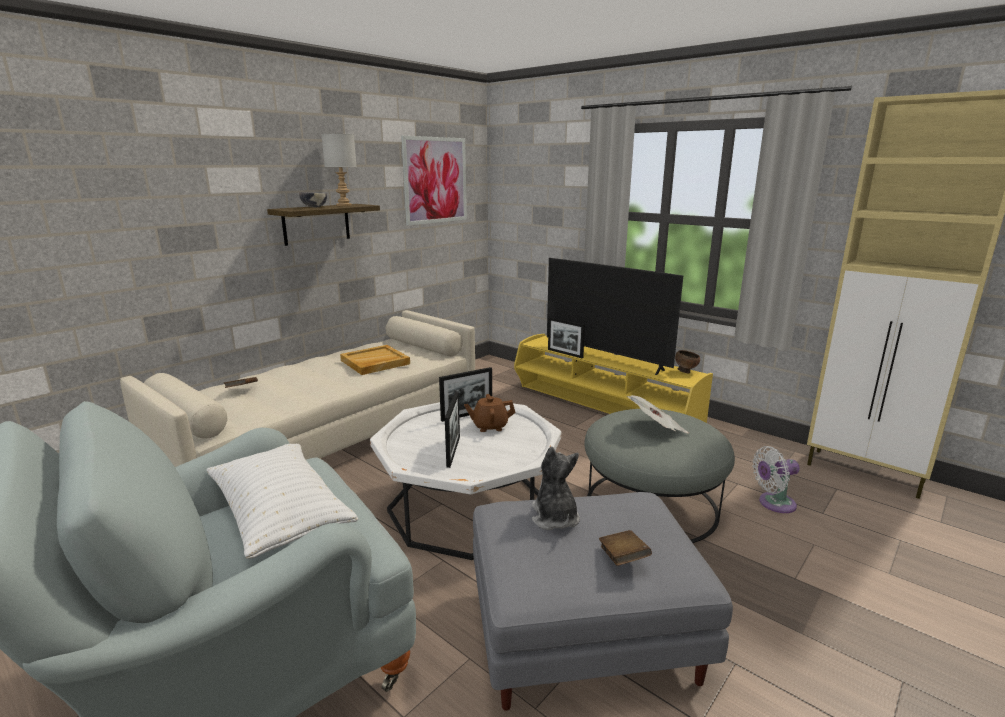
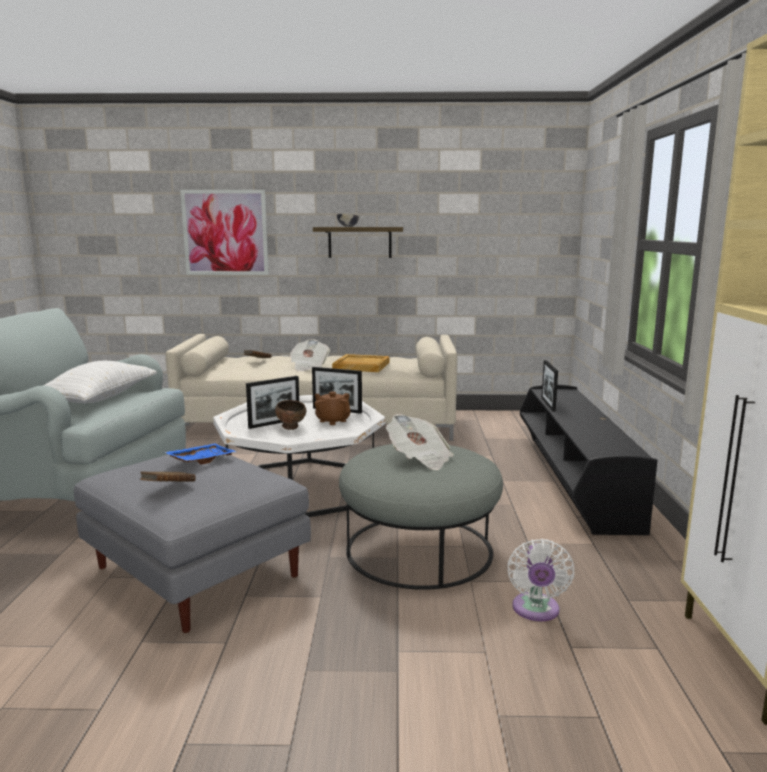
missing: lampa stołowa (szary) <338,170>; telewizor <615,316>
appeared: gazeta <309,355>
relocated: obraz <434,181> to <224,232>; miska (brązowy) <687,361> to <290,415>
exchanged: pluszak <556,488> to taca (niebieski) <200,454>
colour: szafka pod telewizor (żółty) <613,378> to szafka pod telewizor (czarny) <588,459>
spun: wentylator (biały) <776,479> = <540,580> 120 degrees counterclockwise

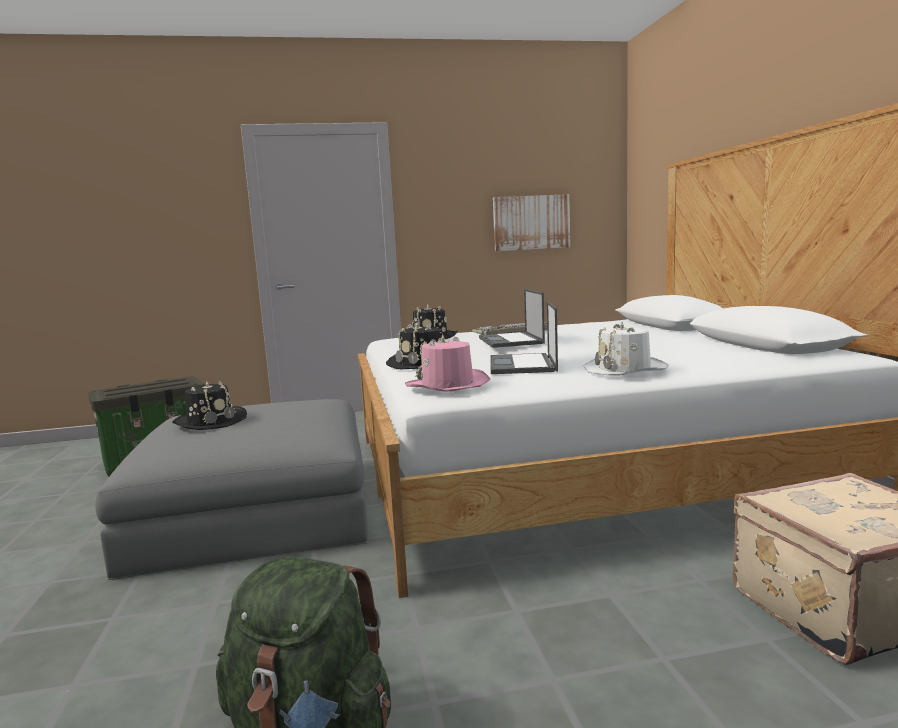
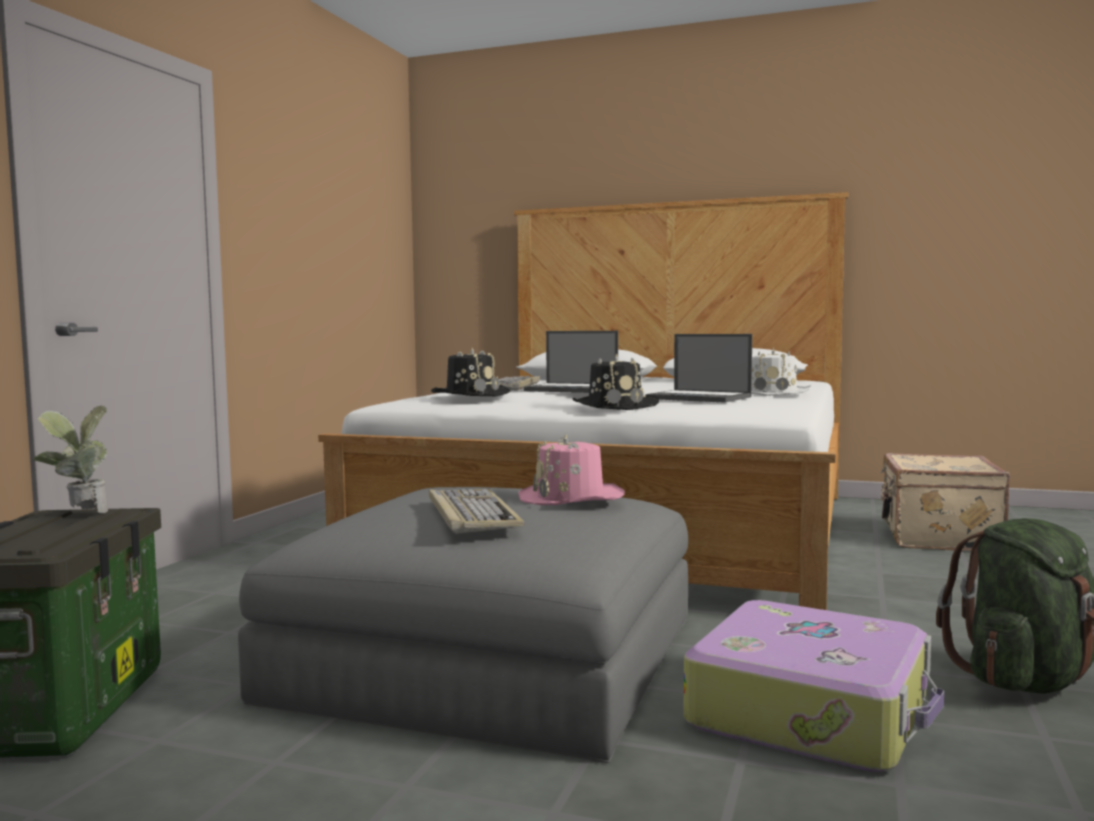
missing: obraz <531,222>
appeared: roślina doniczkowa <70,459>; walizka <814,686>
relocated: kapelusz (różowy) <447,362> to <571,469>
exchanged: kapelusz (czarny) <209,405> to klawiatura <476,511>

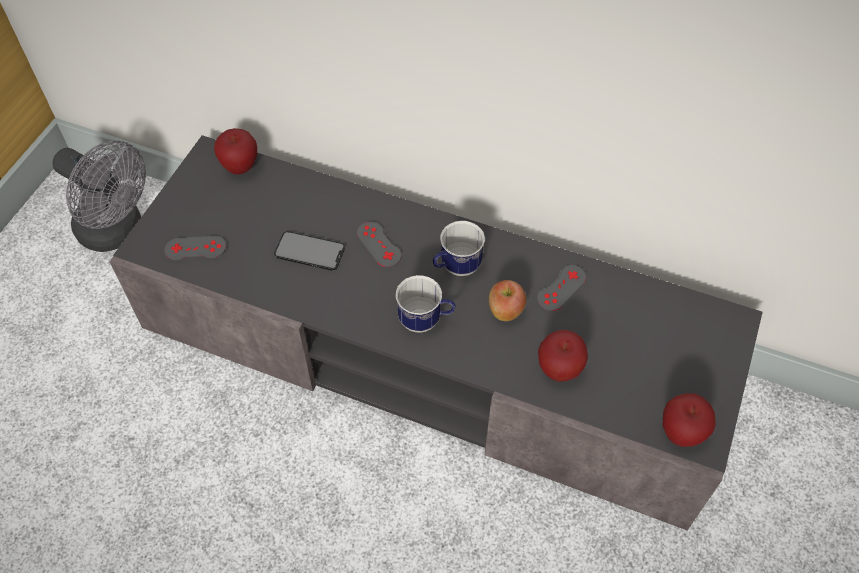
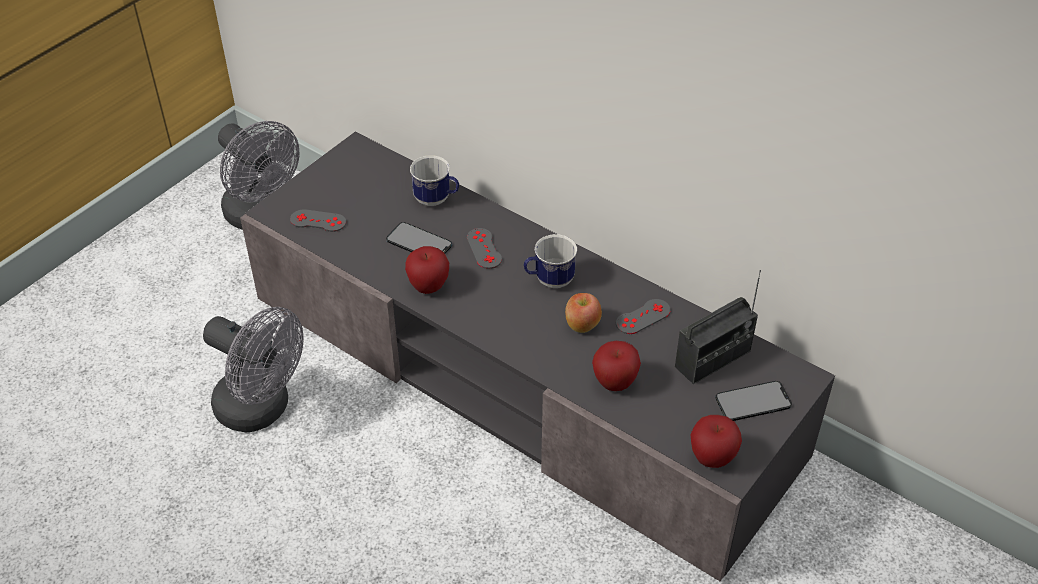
appeared: radio <718,327>; wentylator (szary) <253,370>; telefon <753,401>
relocated: jabłko <235,151> to <427,270>; kubek <425,304> to <434,180>

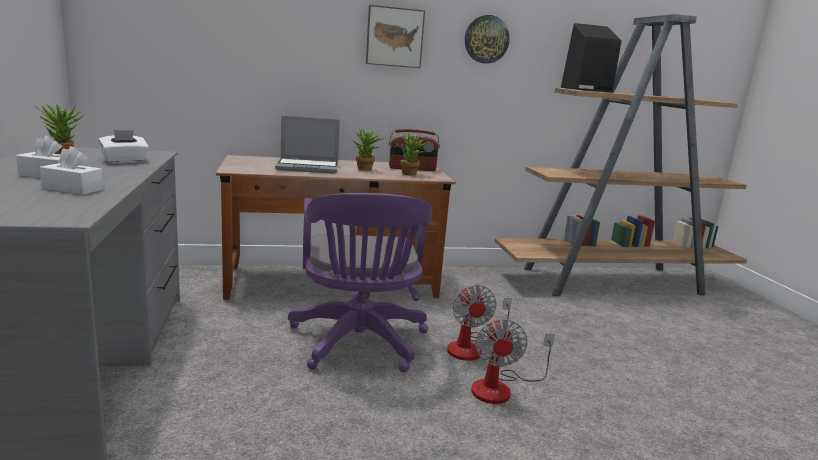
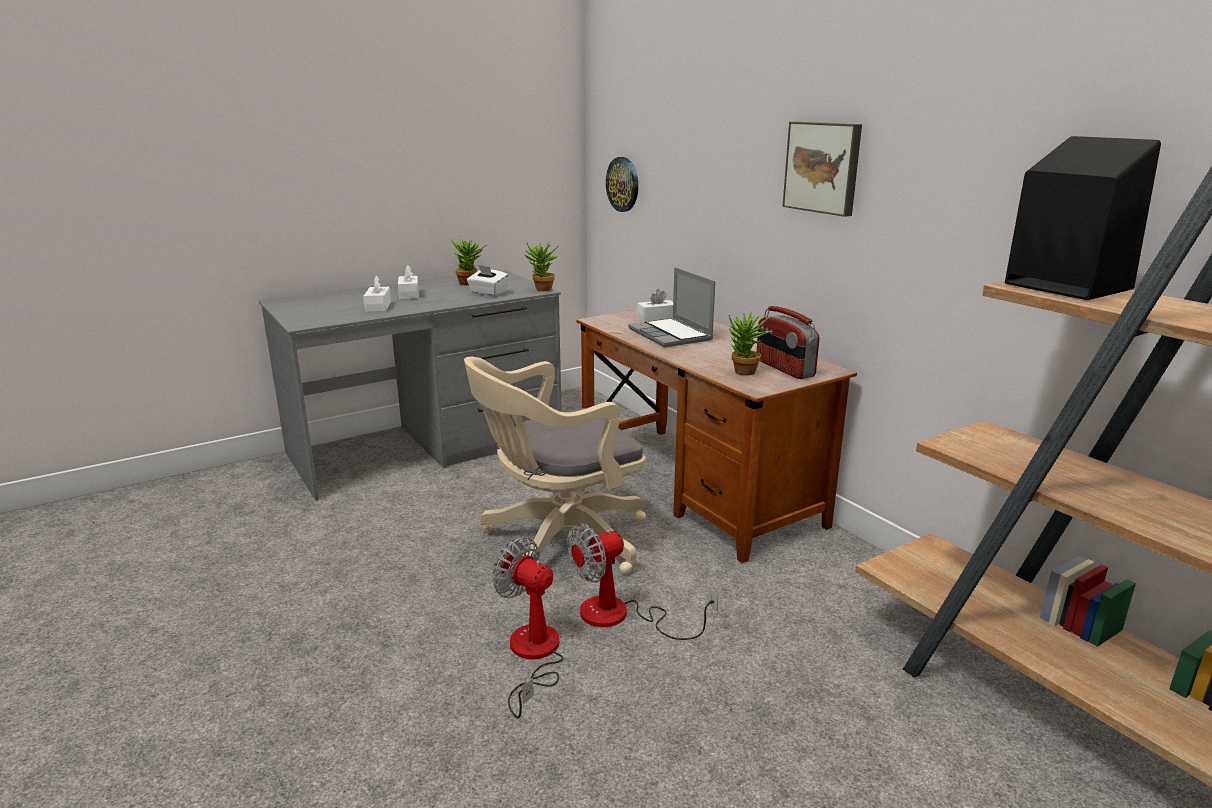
appeared: pudełko chusteczek (biały) <655,305>
relocated: zegar ścienny <487,39> to <622,184>; roślina doniczkowa <368,149> to <541,266>
colour: krzesło biurowe (fioletowy) <360,283> to krzesło biurowe (beżowy) <555,466>
spun: wentylator <513,361> = <528,627> 60 degrees clockwise

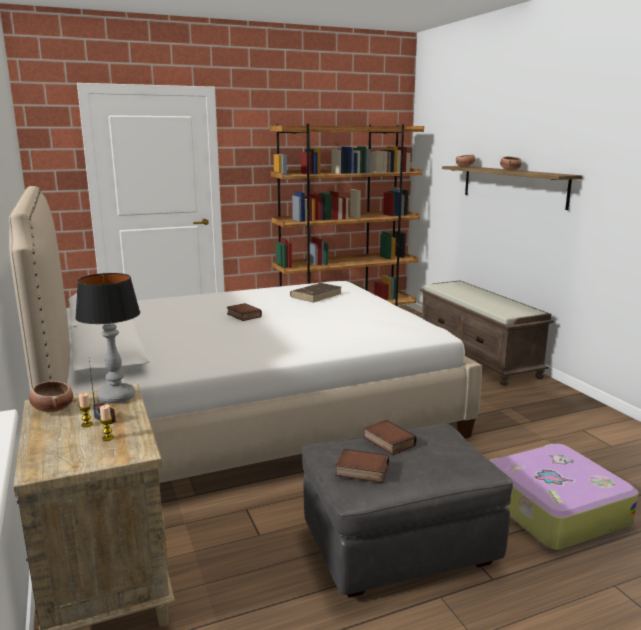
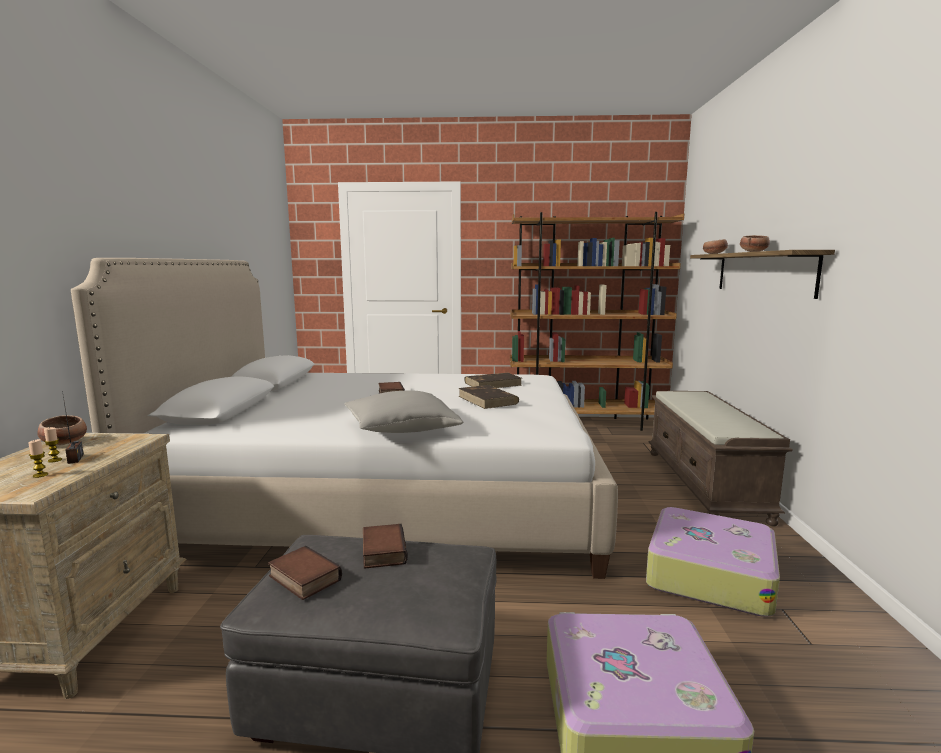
missing: lampa stołowa <107,338>
appeared: książka (brązowy) <489,397>; poduszka (szary) <403,411>; walizka <713,562>

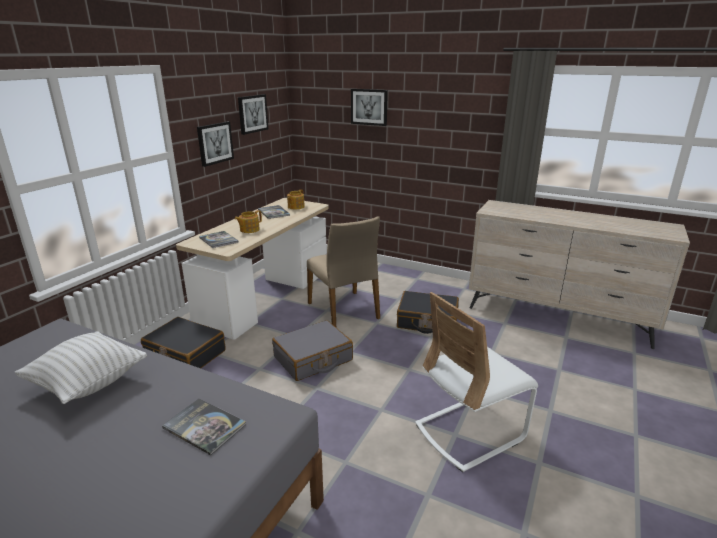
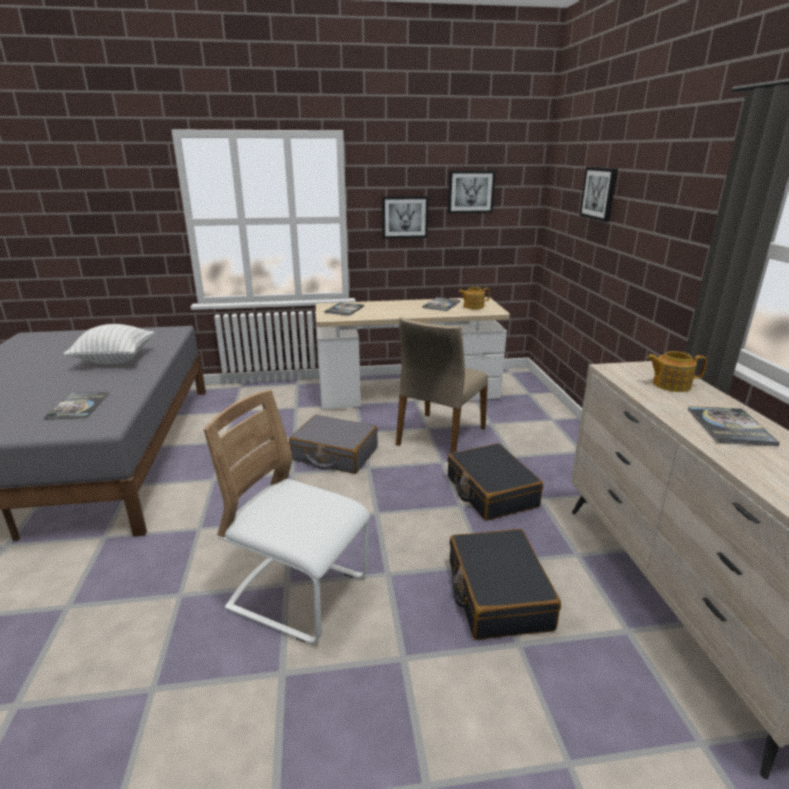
appeared: książka <734,426>
relocated: imbryk <248,221> to <677,371>; walizka (czarny) <183,342> to <505,584>

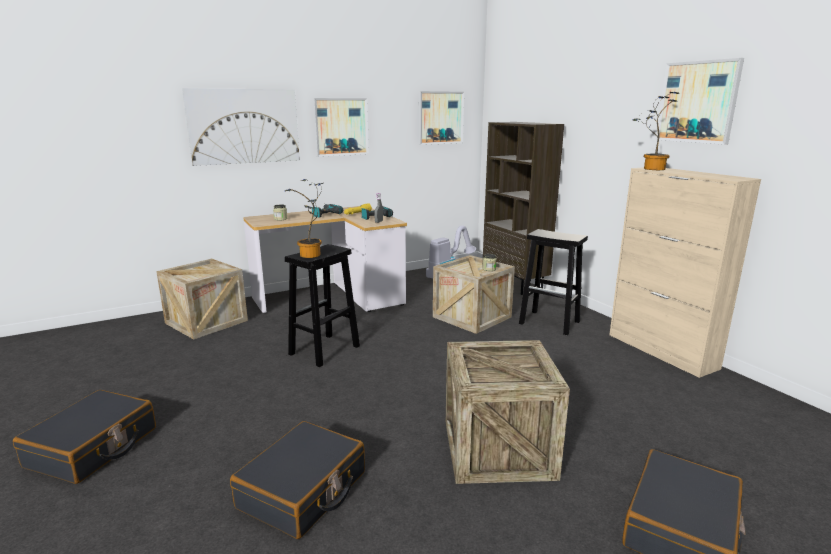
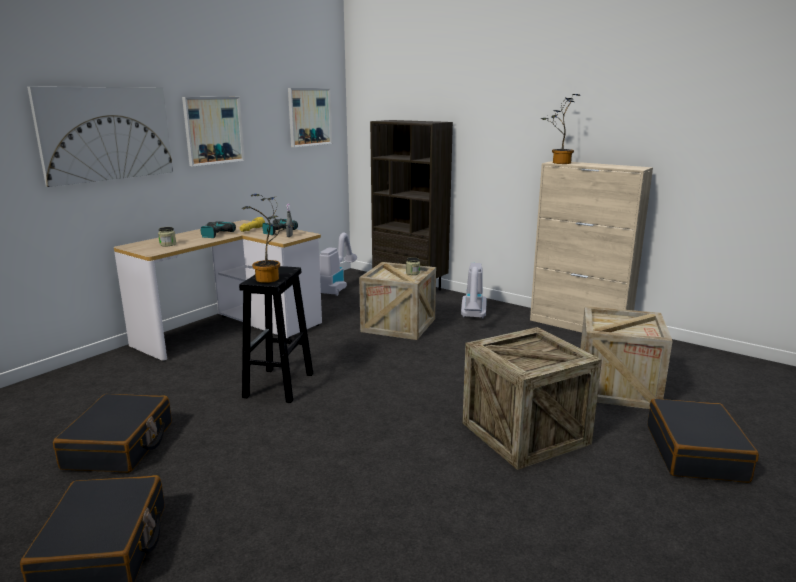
missing: obraz <700,101>
relocated: skrzynka <202,299> to <626,357>; walizka (czarny) <297,480> to <112,433>
exchanged: stołek (czarny) <553,282> to odkurzacz <474,291>

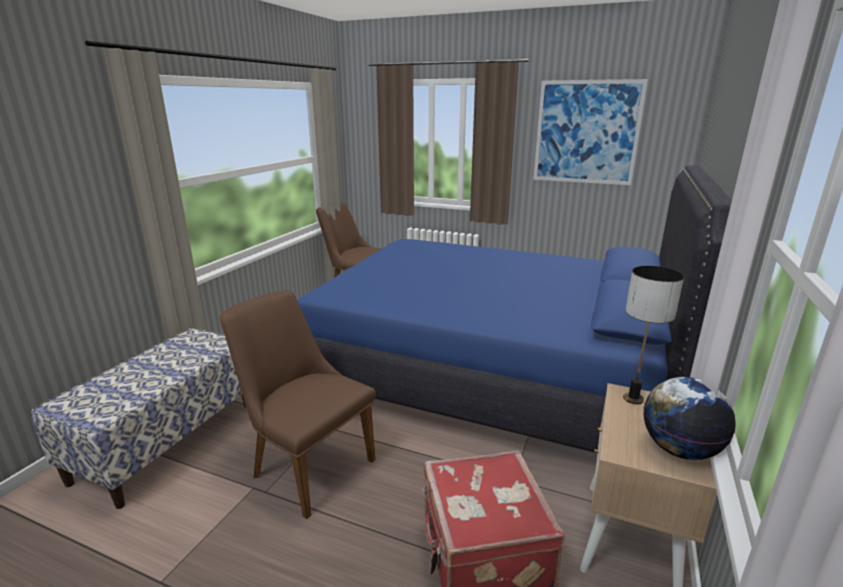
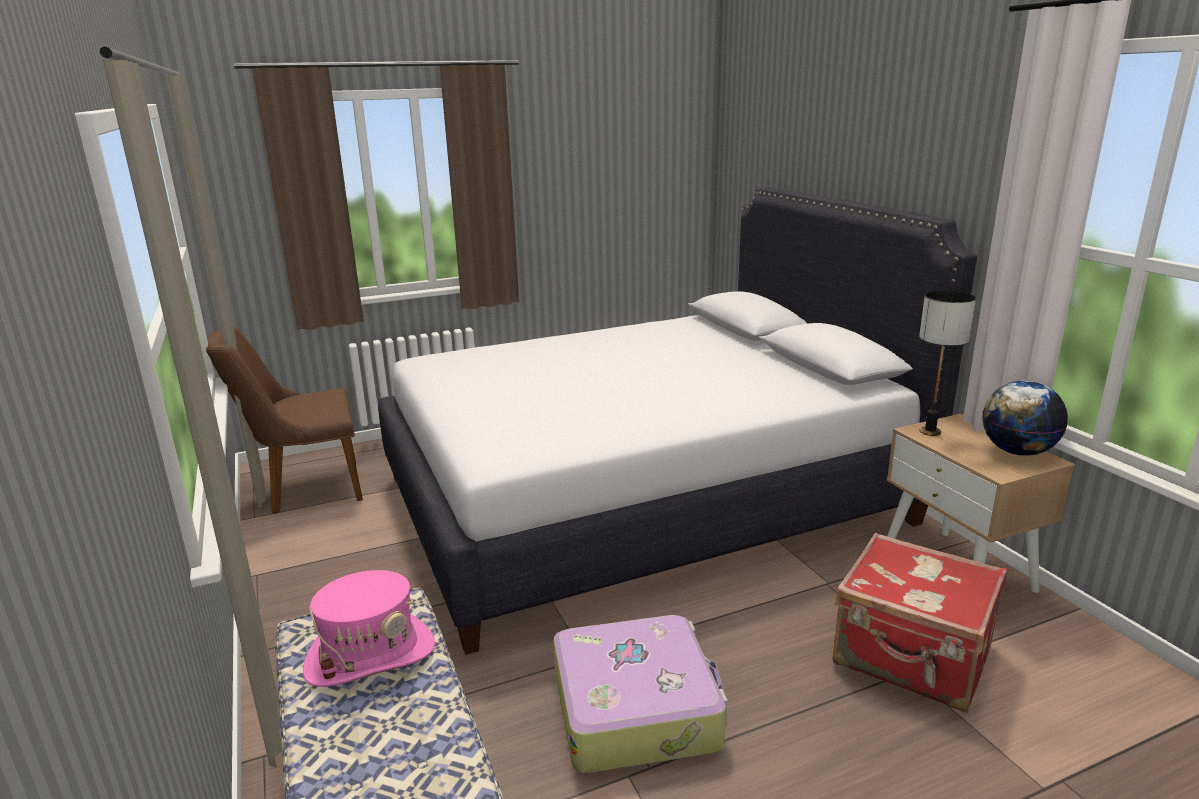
missing: obraz <590,132>
appeared: kapelusz (różowy) <369,628>
exchanged: krzesło (brązowy) <298,404> to walizka <640,694>
colour: łóżko (niebieski) <514,308> to łóżko (biały) <677,421>

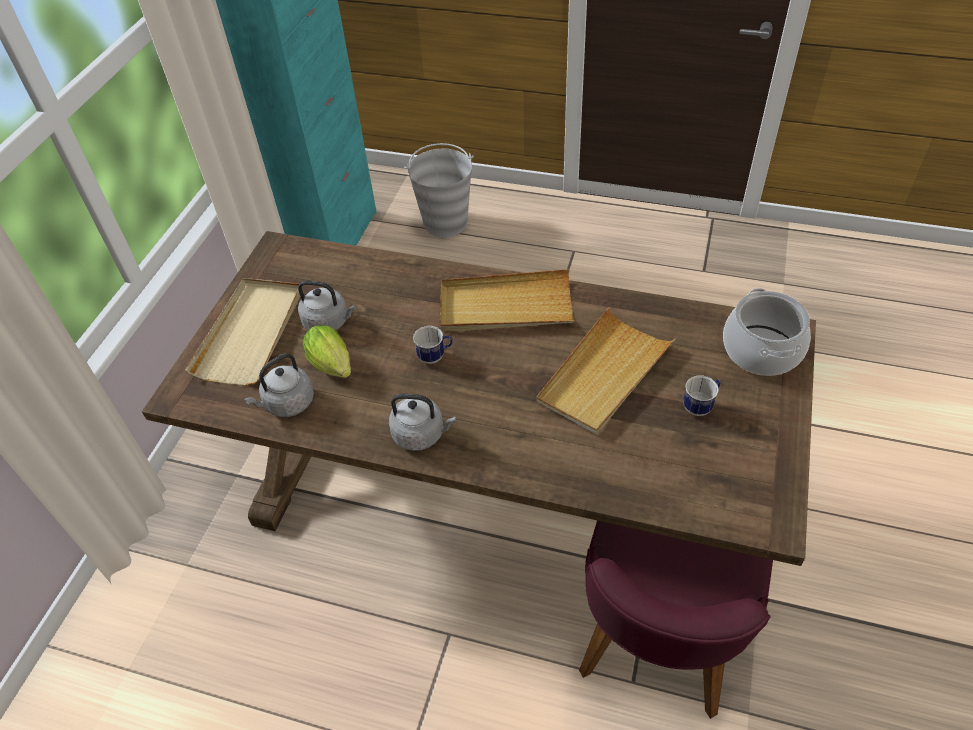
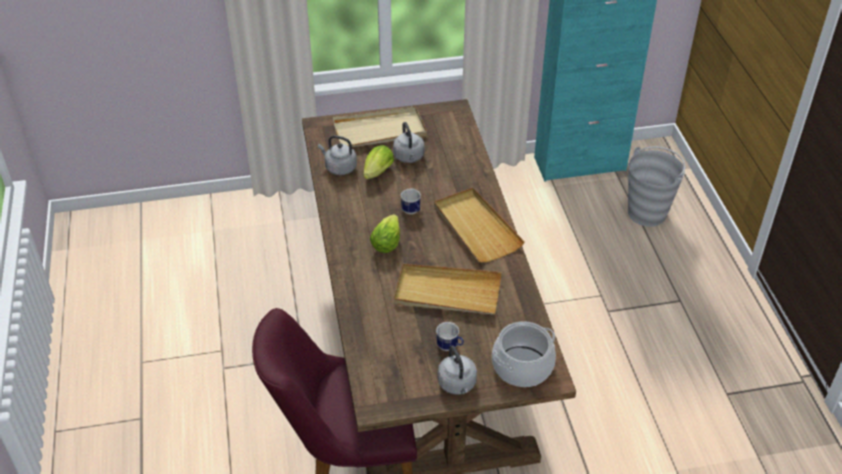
appeared: sałata <385,233>
relocated: czajnik (szary) <422,422> to <457,370>

